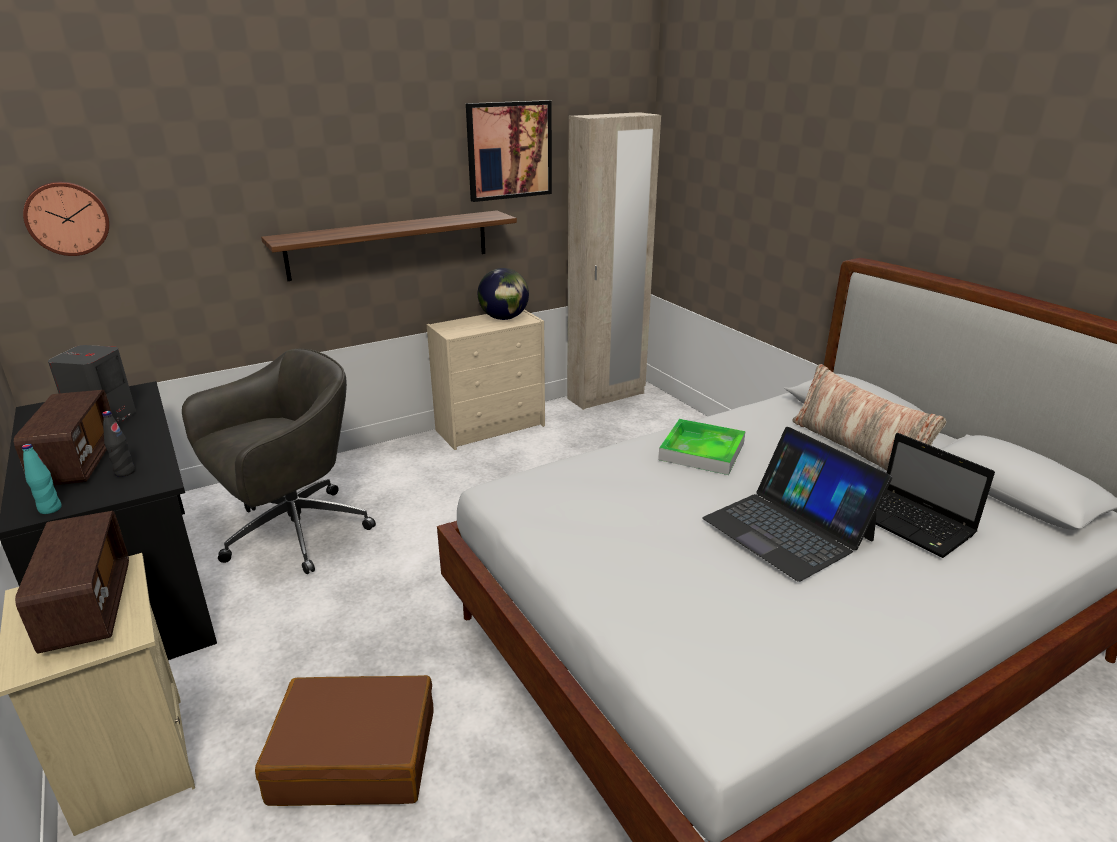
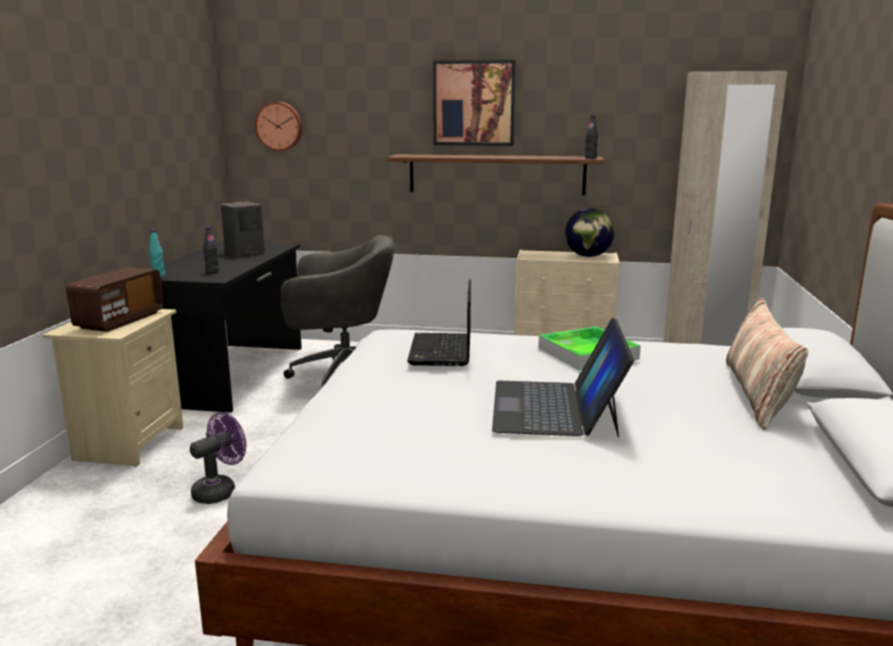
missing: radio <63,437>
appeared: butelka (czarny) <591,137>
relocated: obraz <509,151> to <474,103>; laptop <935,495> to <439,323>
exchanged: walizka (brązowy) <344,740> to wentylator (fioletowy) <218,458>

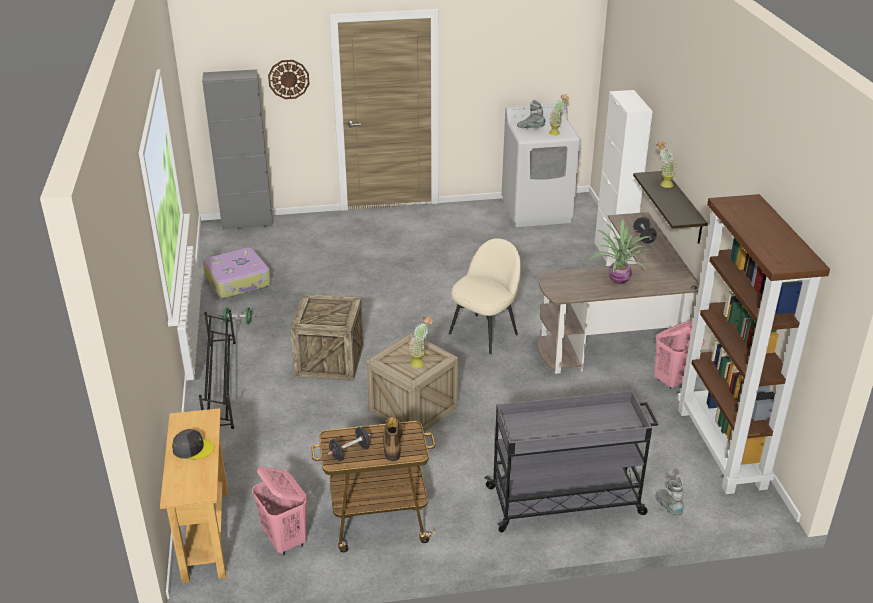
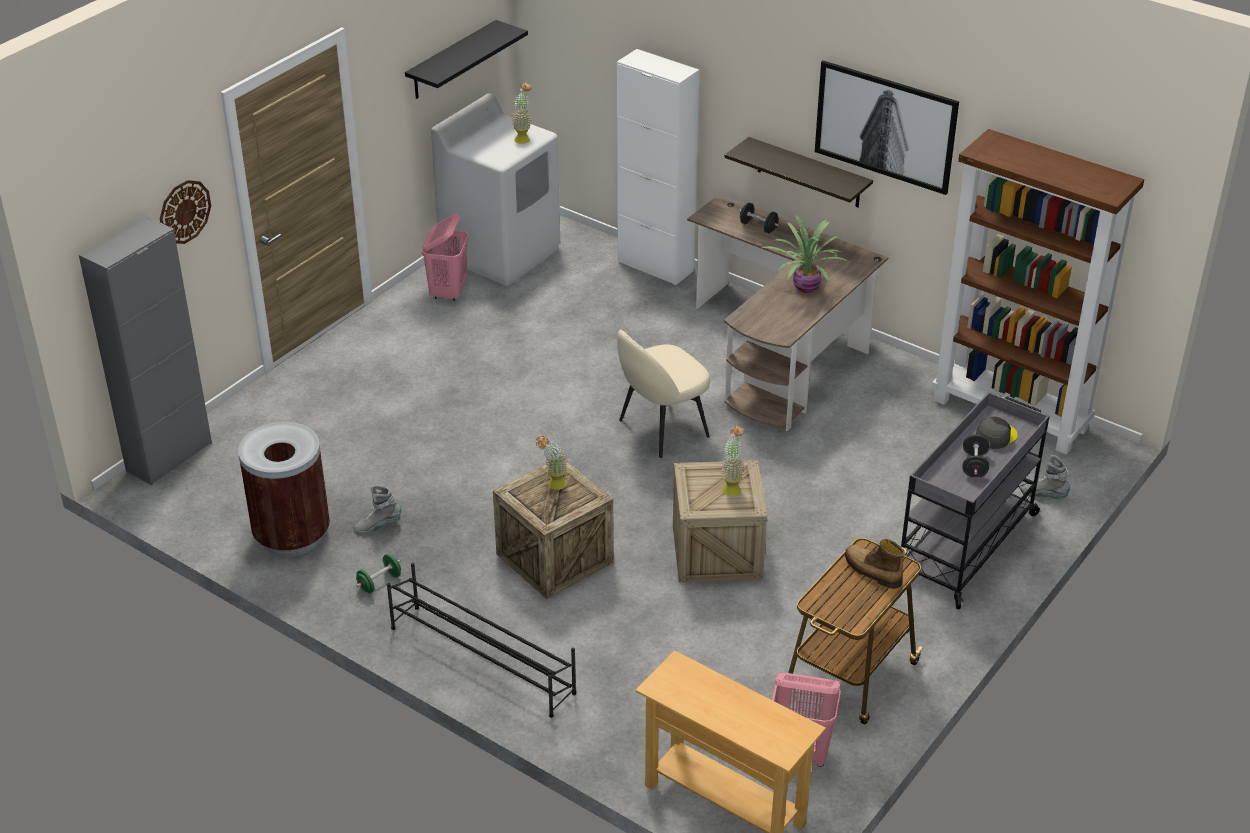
appeared: półka (czarny) <466,59>; obraz <887,127>
relocated: but z cholewką (szary) <531,114> to <377,509>; roślina doniczkowa <666,165> to <552,462>; kosz na pranie (różowy) <679,355> to <445,257>; hantel (czarny) <349,444> to <976,456>; czapka z daszkiem (szary) <193,444> to <996,433>
exchanged: walizka <237,273> to kosz na śmieci (brązowy) <284,489>
spun: krzesło (beżowy) <485,296> = <663,394> 120 degrees counterclockwise

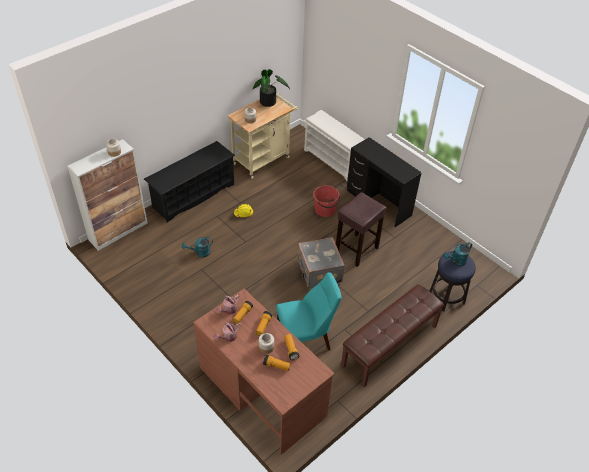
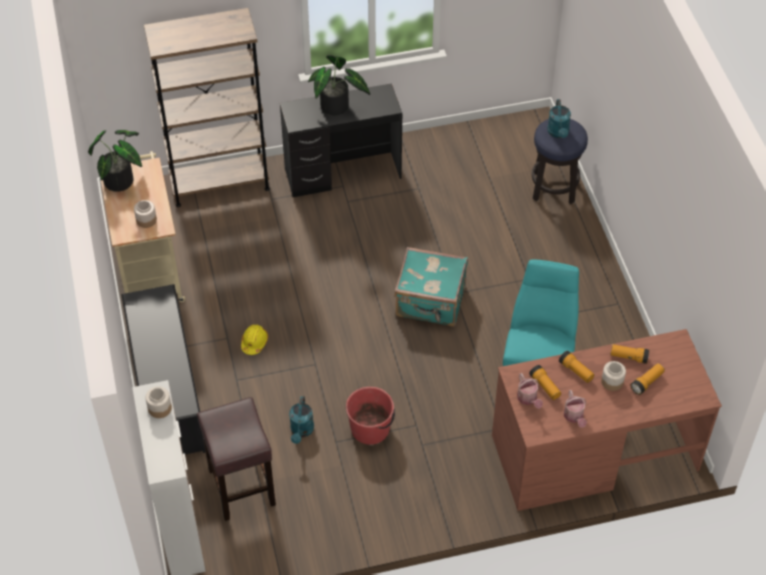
missing: ławka (brązowy) <392,335>
appeared: roślina doniczkowa <339,85>
relocated: wiadro (czerwony) <326,201> to <370,416>; stołek (brązowy) <361,229> to <236,459>
exchanged: regał na buty (biały) <334,145> to regał (brązowy) <207,107>
colour: walizka (szary) <321,263> to walizka (turkusowy) <431,287>

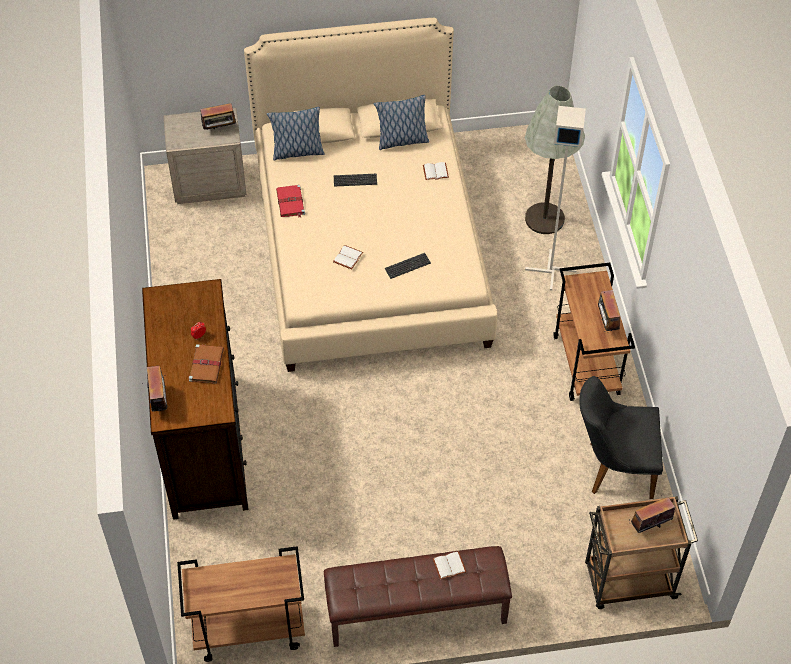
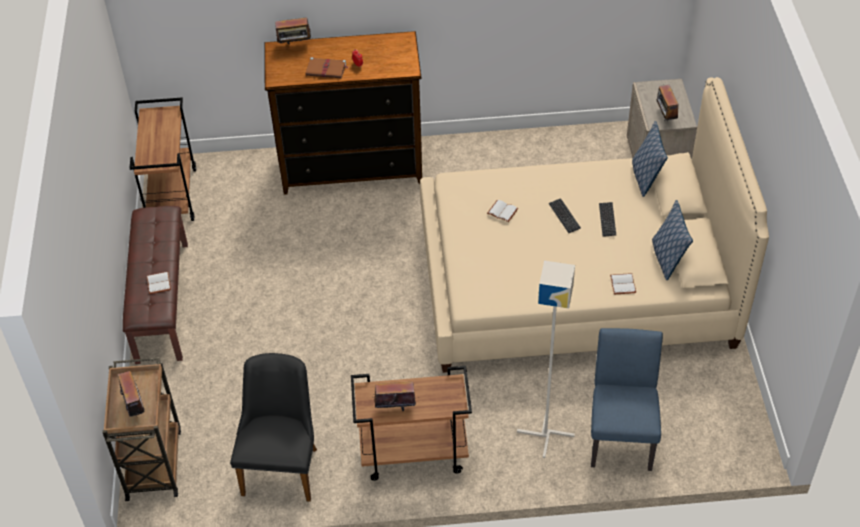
missing: książka (czerwony) <290,201>
relocated: klawiatura <408,266> to <565,215>
exchanged: lampa stojąca (szary) <555,160> to krzesło (niebieski) <627,399>

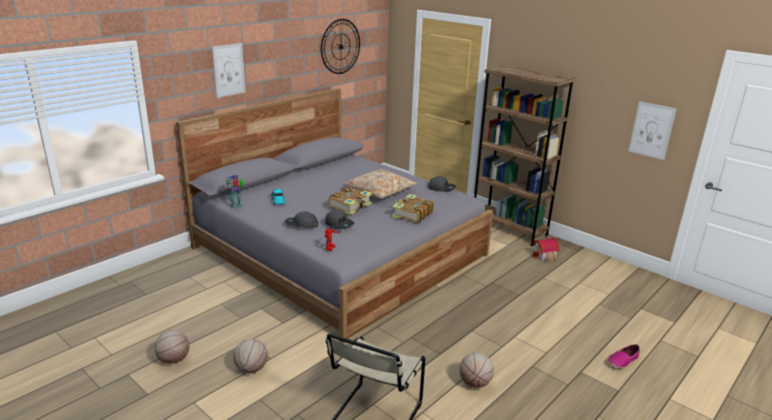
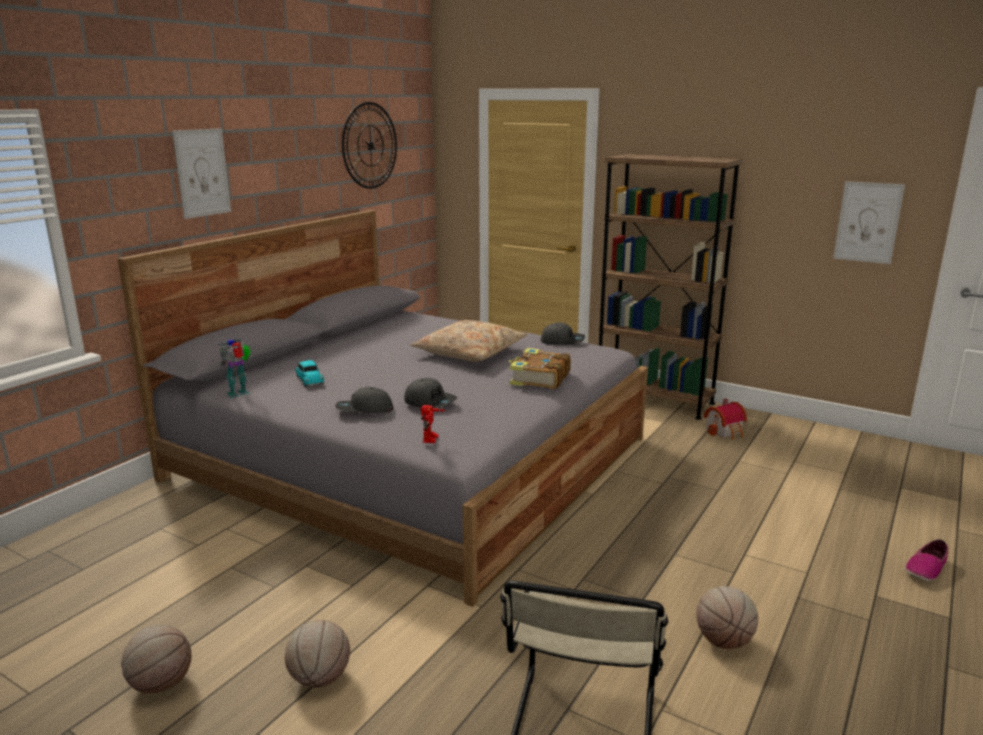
missing: książka <350,201>

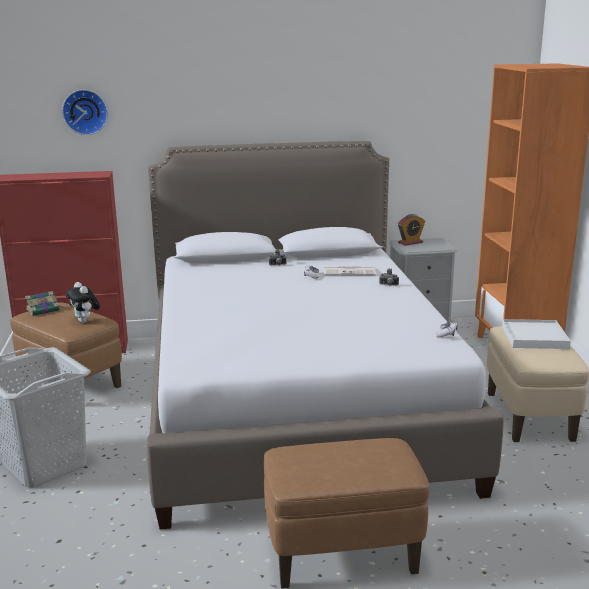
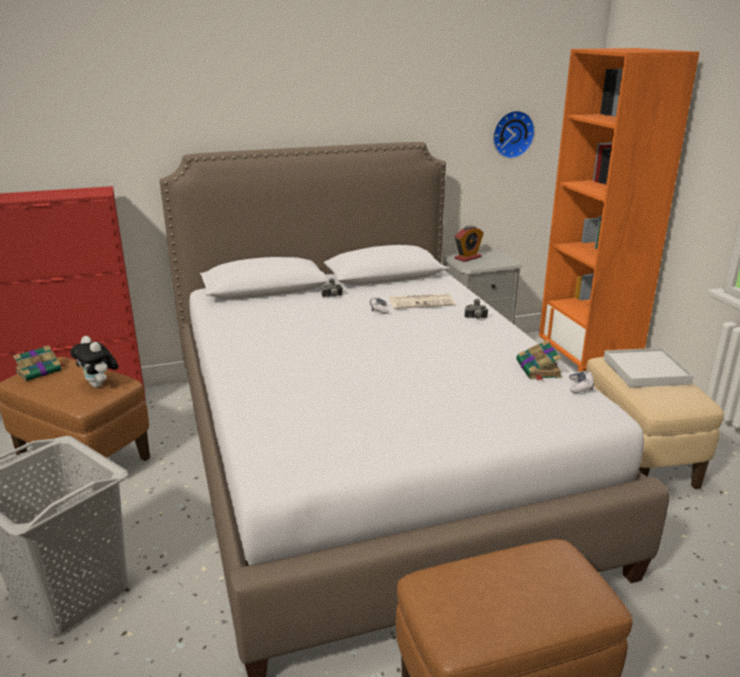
appeared: książka <539,360>
relocated: zegar ścienny <85,112> to <514,134>

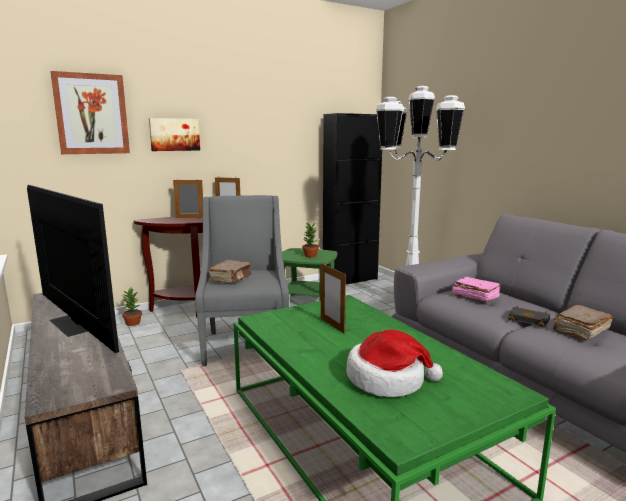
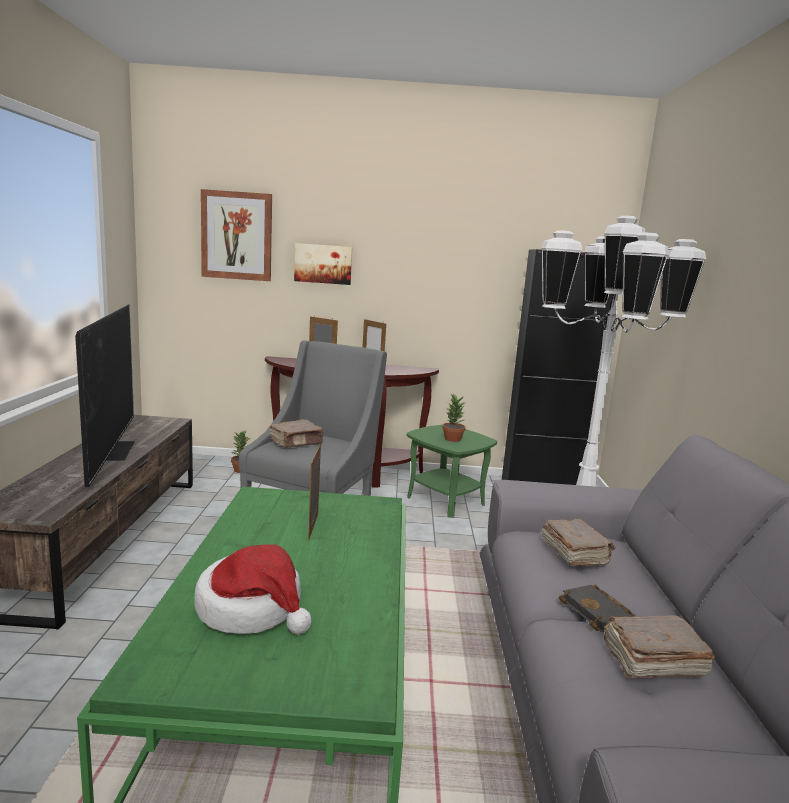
colour: książka (różowy) <477,289> to książka (brązowy) <578,542>

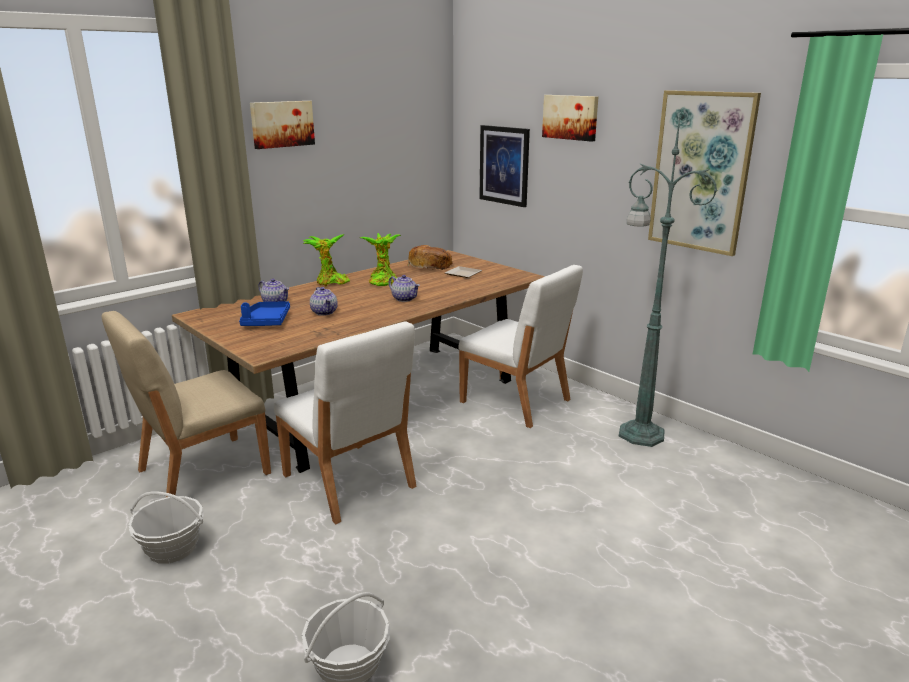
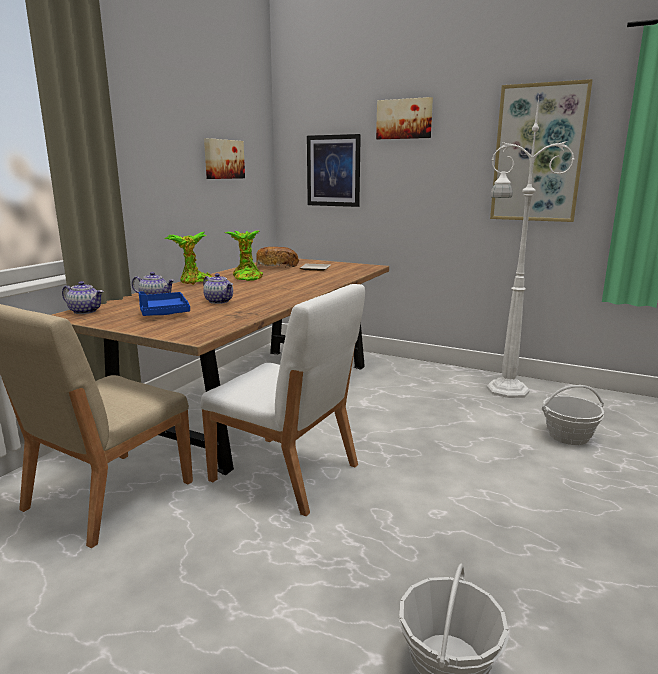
missing: krzesło (biały) <520,346>
relocated: obraz <282,125> to <224,158>; imbryk <404,288> to <82,297>; koszyk <166,527> to <573,415>
colour: lampa stojąca (zielony) <668,282> to lampa stojąca (biały) <531,247>

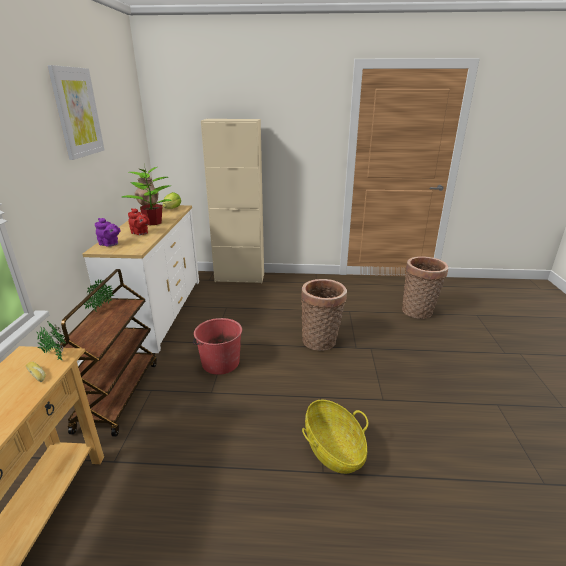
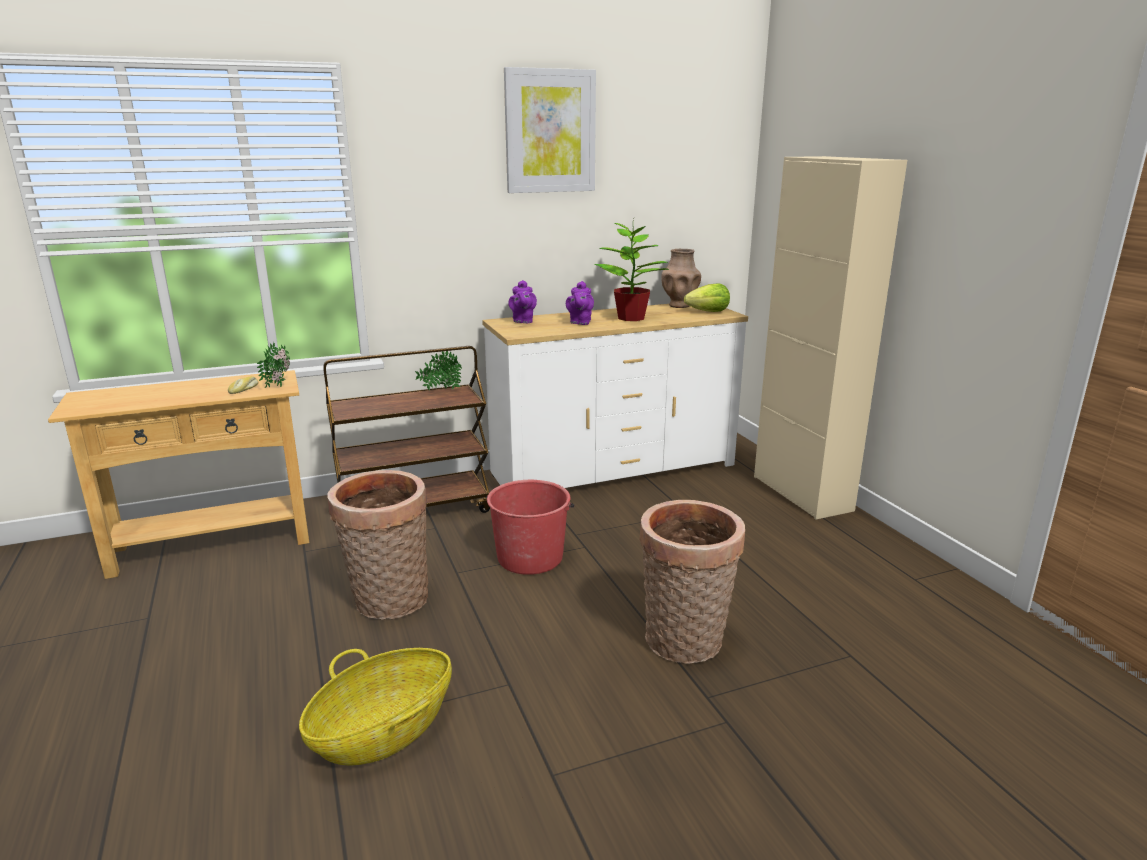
relocated: koszyk <425,287> to <378,545>
colour: imbryk (czerwony) <138,221> to imbryk (fioletowy) <580,303>

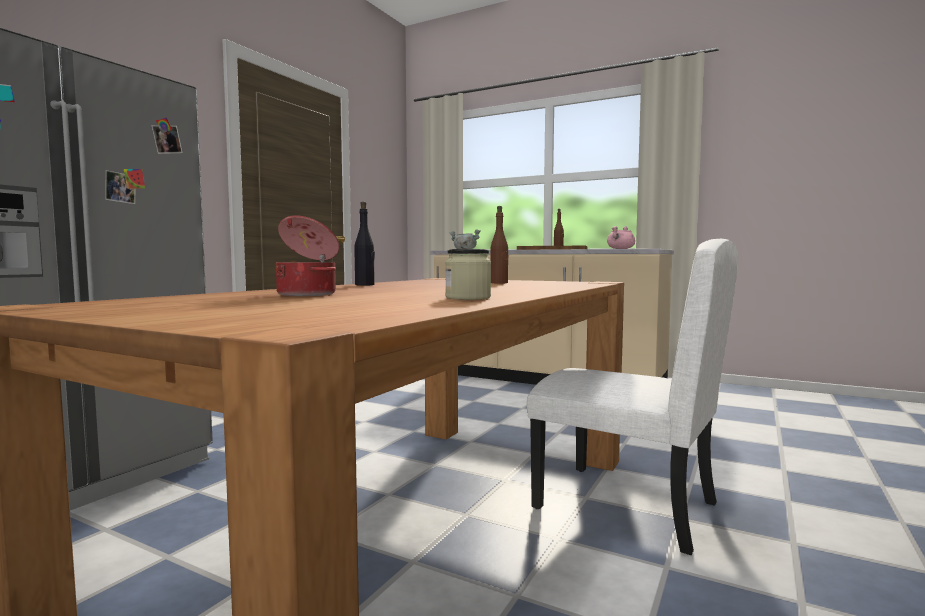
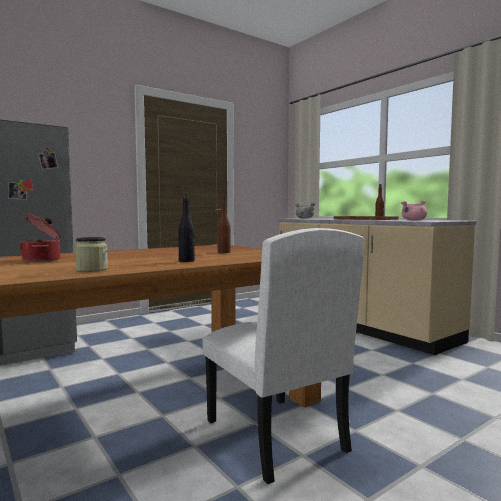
relocated: butelka (czarny) <364,244> to <186,227>

